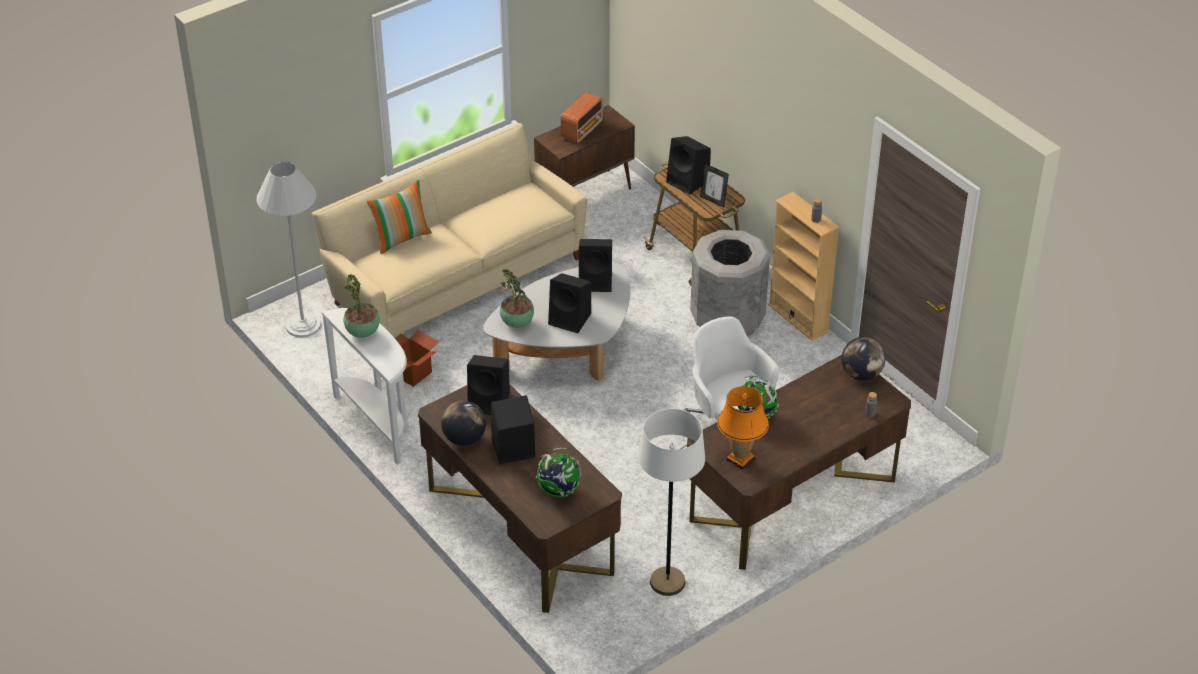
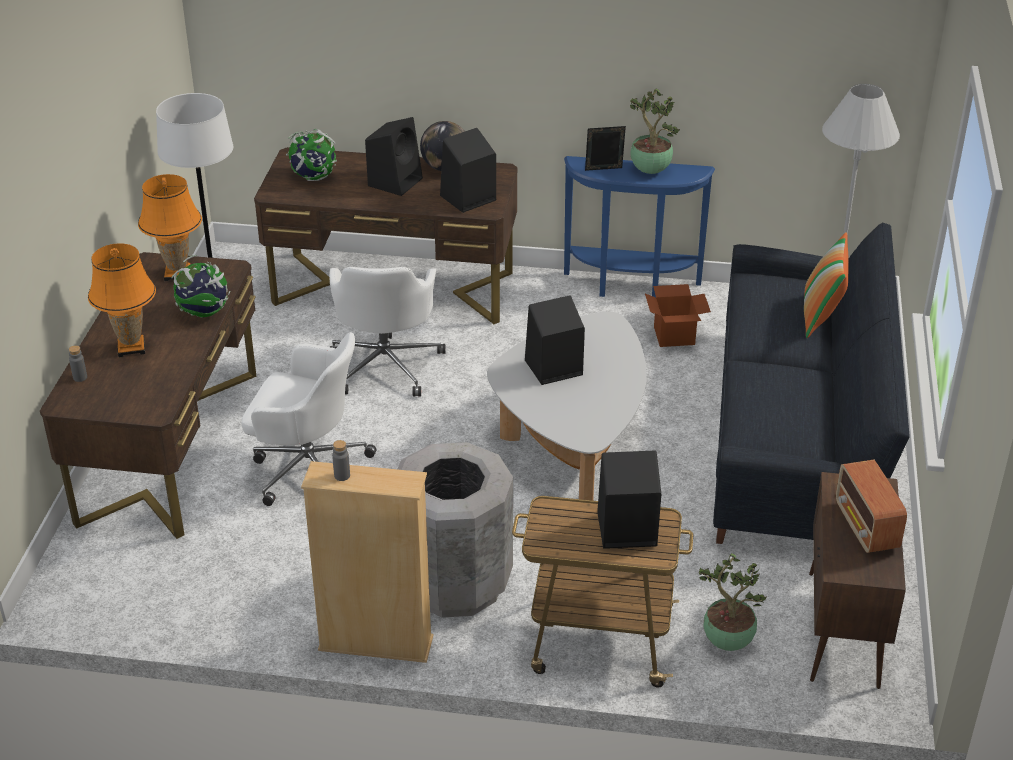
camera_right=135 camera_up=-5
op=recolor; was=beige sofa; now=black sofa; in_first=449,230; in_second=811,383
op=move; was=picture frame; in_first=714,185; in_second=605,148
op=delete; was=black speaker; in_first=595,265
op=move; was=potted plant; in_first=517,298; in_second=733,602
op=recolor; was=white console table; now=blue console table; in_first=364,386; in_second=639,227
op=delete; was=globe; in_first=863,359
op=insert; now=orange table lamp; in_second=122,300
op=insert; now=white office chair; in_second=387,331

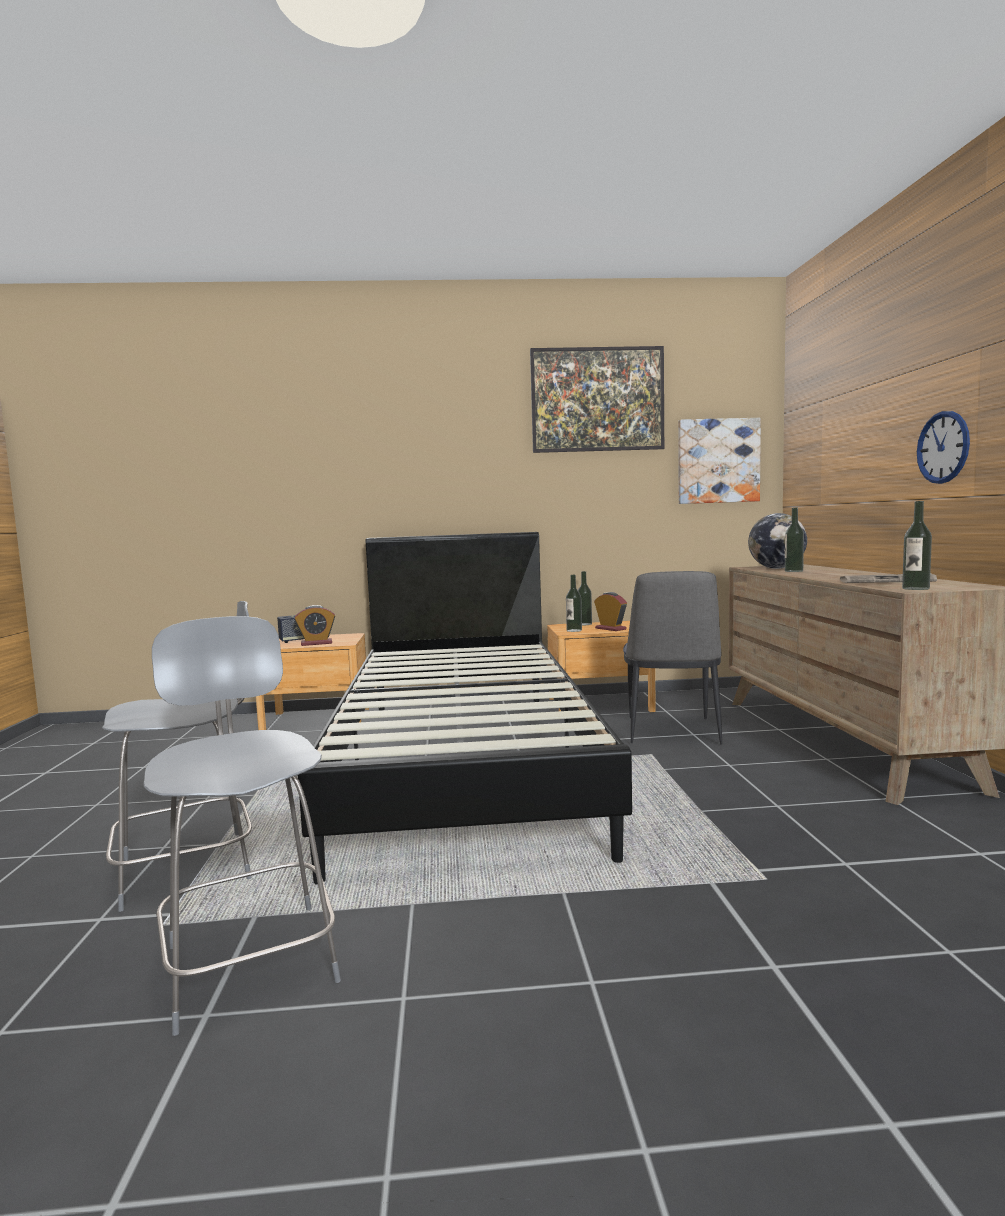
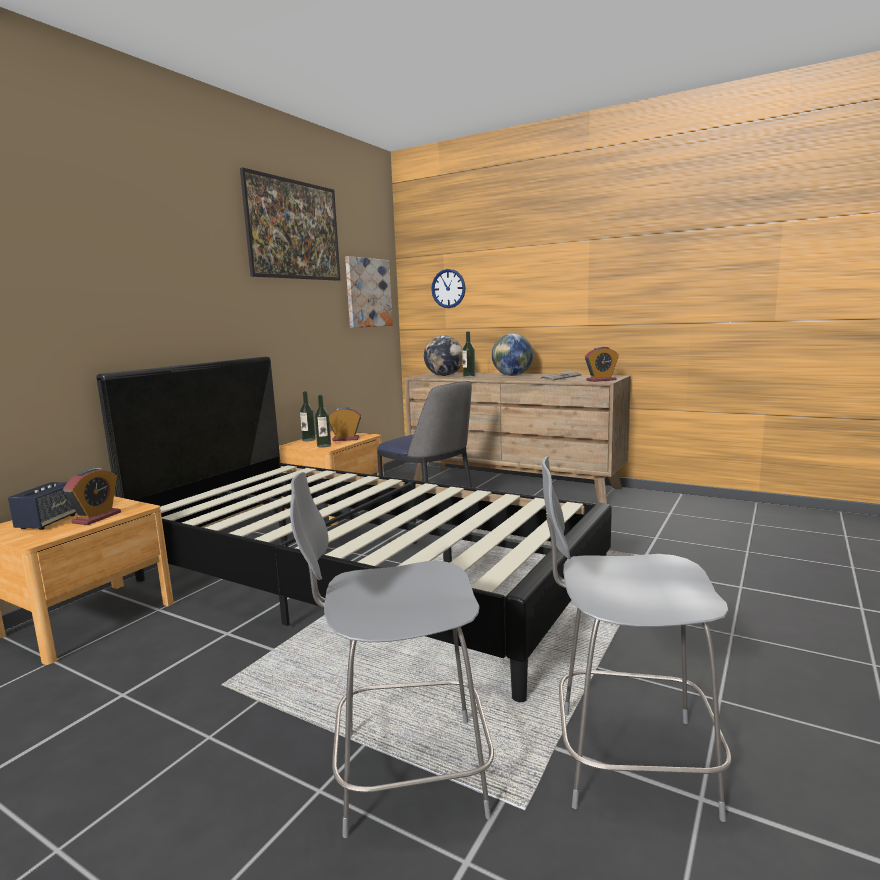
camera_right=-55 camera_up=5
op=move; was=wall clock; in_first=943,447; in_second=448,288
op=replace; was=bottle; now=alarm clock; in_first=917,545; in_second=602,364
op=rotate; was=grey chair; in_first=177,756; in_second=392,655; clockwise=-105
op=insert; now=globe; in_second=512,355

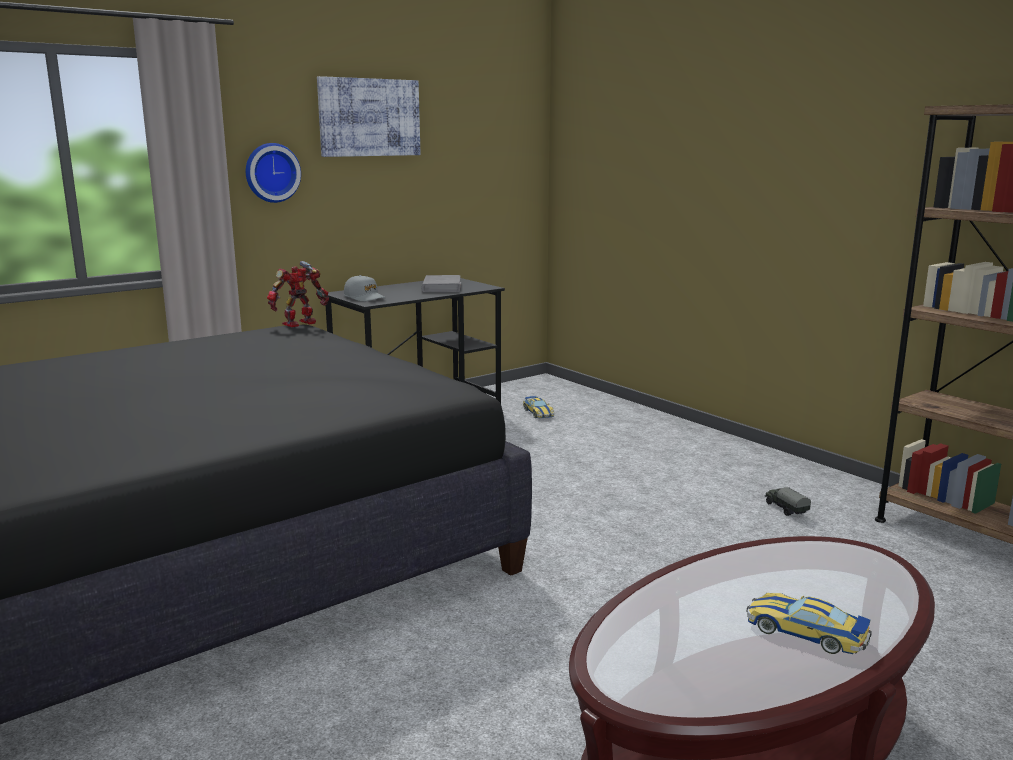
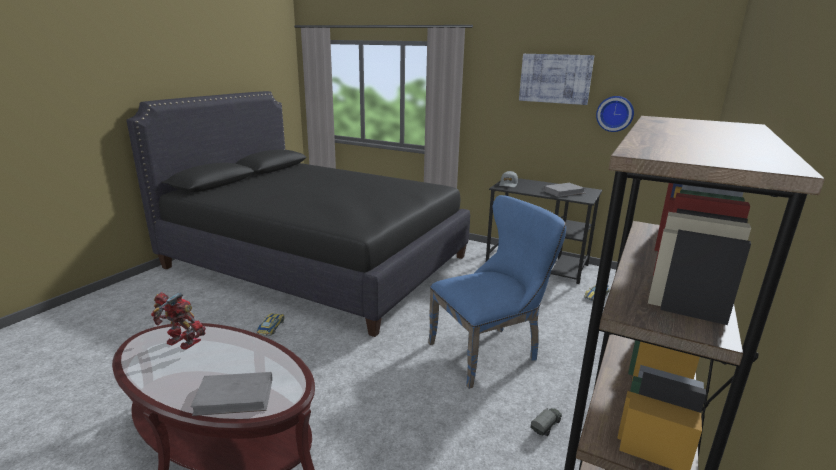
camera_right=65 camera_up=5
op=move; was=wall clock; in_first=273,173; in_second=615,114
op=move; was=toy robot; in_first=298,294; in_second=178,321
op=move; was=toy car; in_first=809,623; in_second=270,324
op=insert; now=blue chair; in_second=497,292
op=insert; now=grey book; in_second=231,394

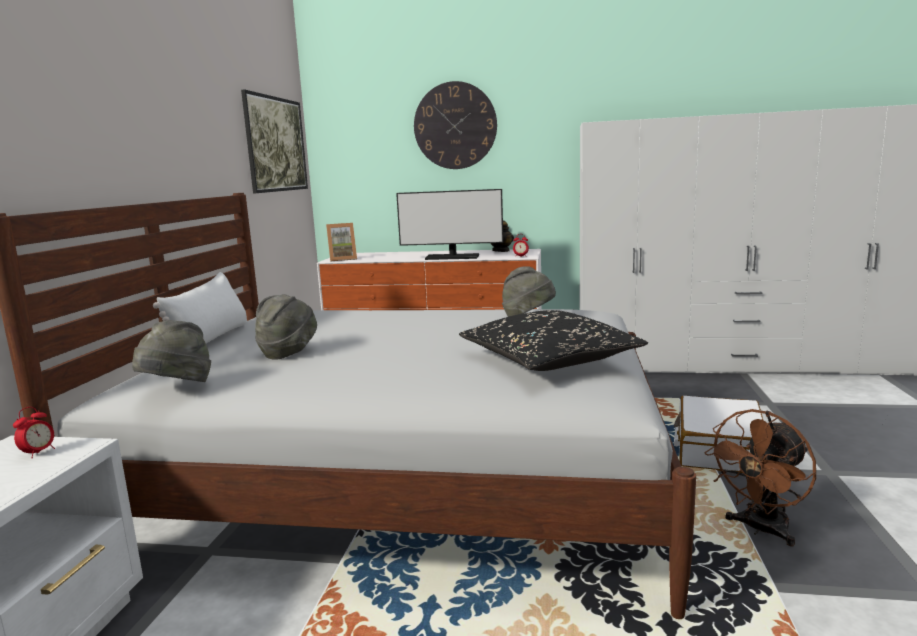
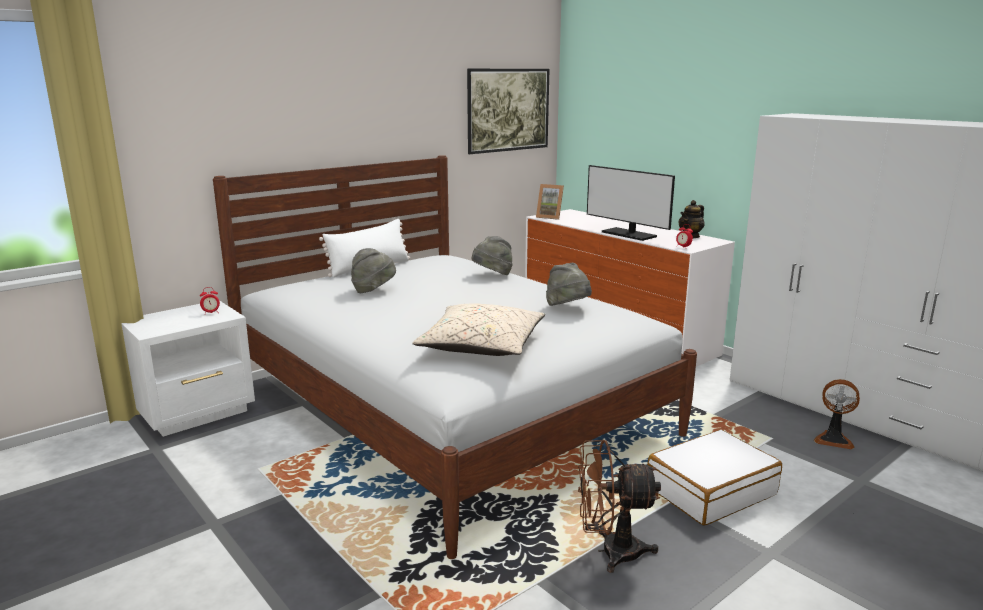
camera_right=40 camera_up=5
op=delete; was=wall clock; in_first=455,125
op=recolor; was=black pillow; now=beige pillow; in_first=553,340; in_second=479,330
op=move; was=grey hat; in_first=171,351; in_second=492,255
op=insert; now=fan; in_second=837,414

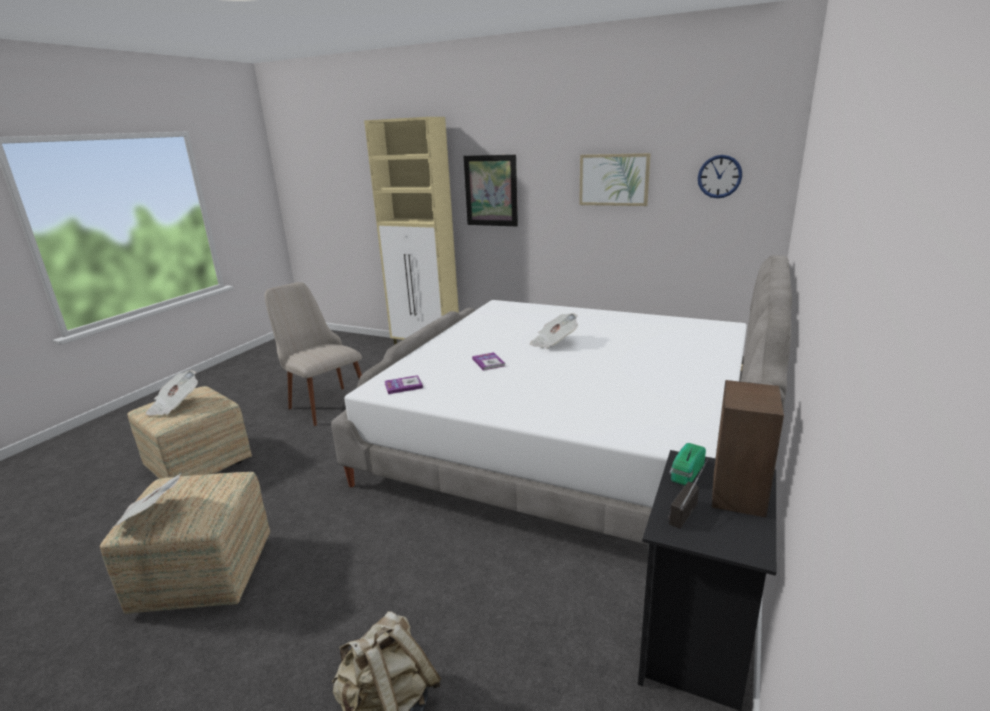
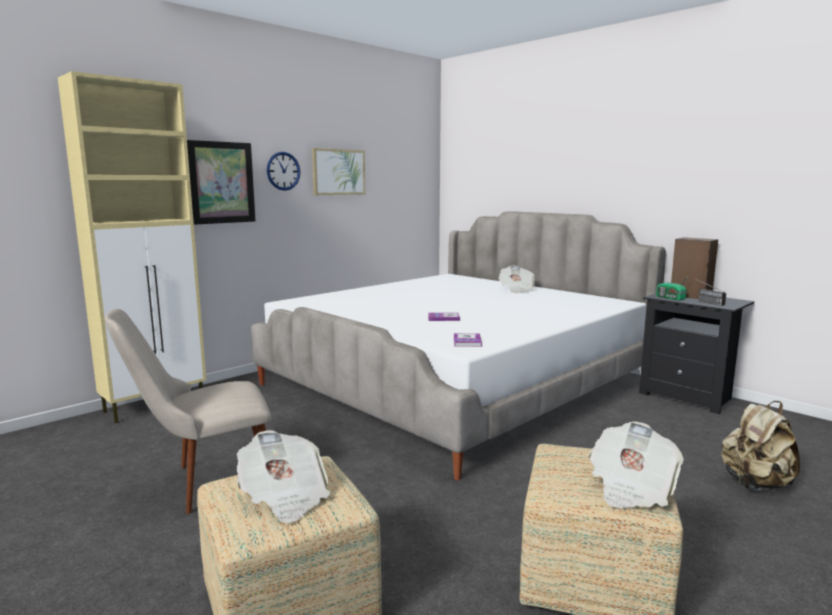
camera_right=-70 camera_up=-10
op=move; was=wall clock; in_first=720,176; in_second=283,171
op=move; was=newspaper; in_first=554,331; in_second=516,279

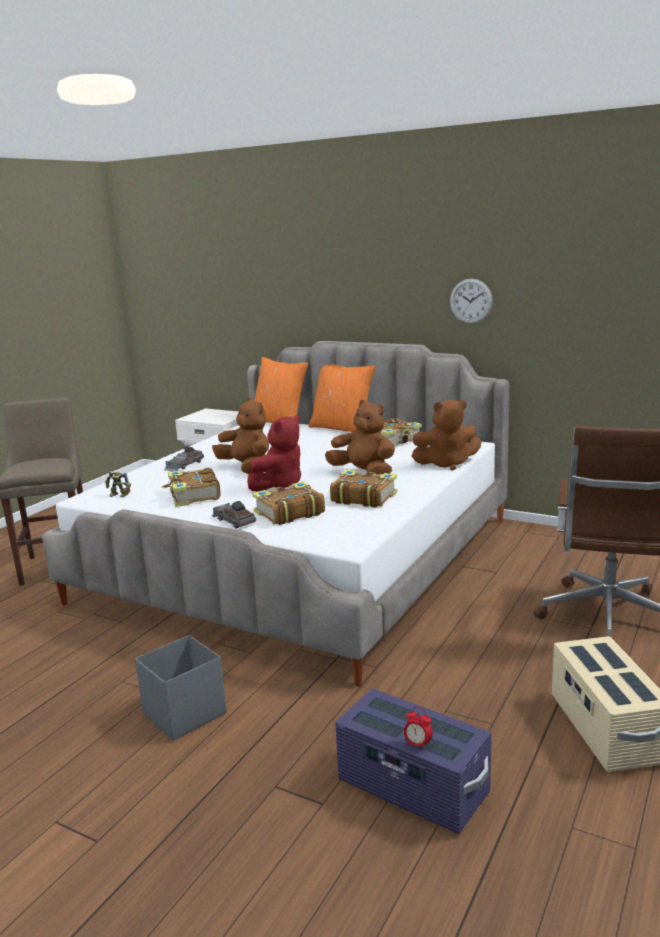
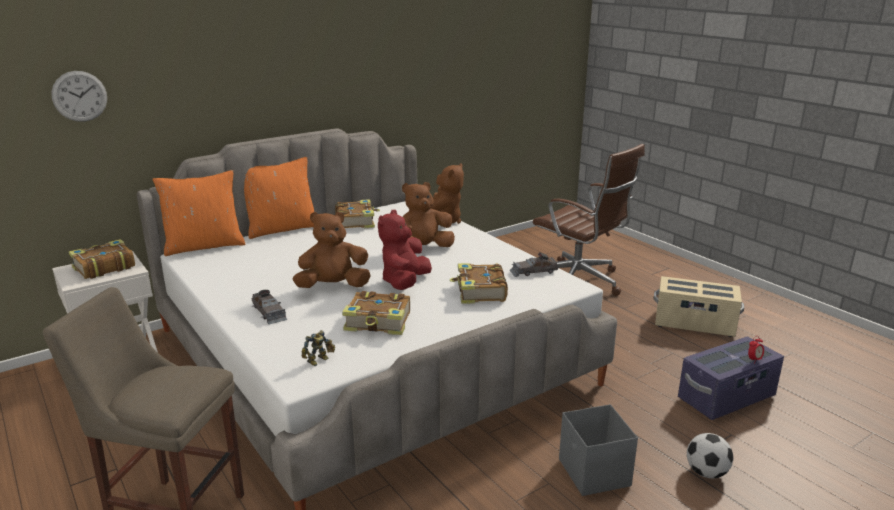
camera_right=-65 camera_up=5
op=move; was=wall clock; in_first=471,301; in_second=79,96
op=rotate; was=red plush toy; in_first=274,453; in_second=405,250; clockwise=-135
op=move; was=book; in_first=363,489; in_second=102,259
op=move; was=grey toy car; in_first=234,514; in_second=534,264
op=insert; now=football; in_second=710,455

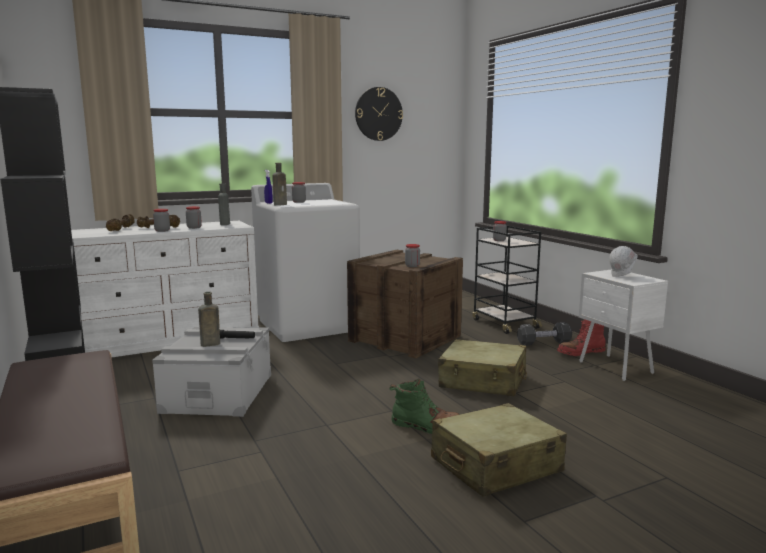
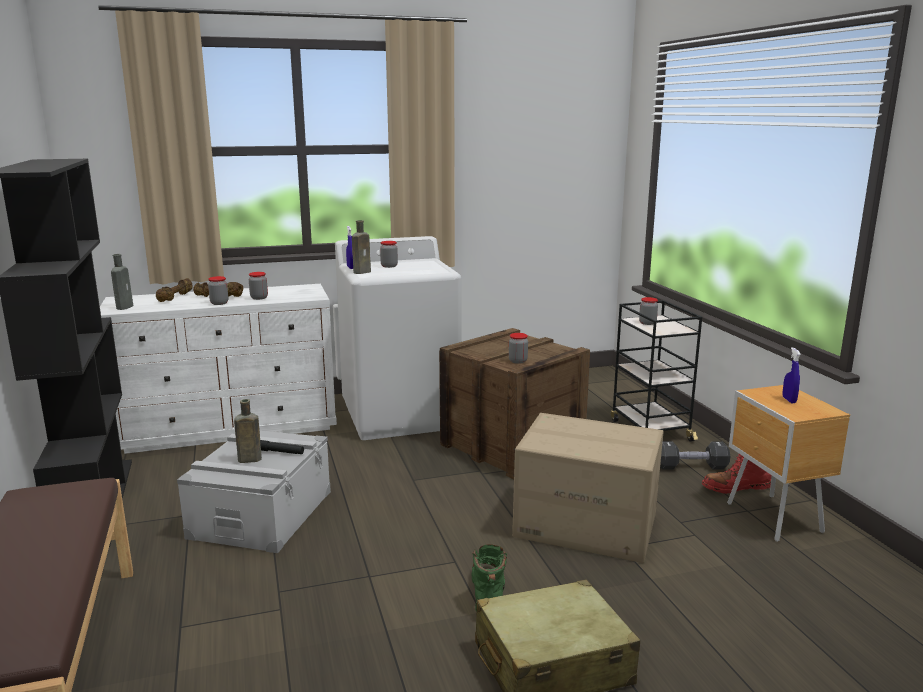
camera_right=10 camera_up=5
op=delete; was=wall clock; in_first=379,114
op=move; was=grey bottle; in_first=224,204; in_second=122,282
op=replace; was=white hard hat; now=blue spray bottle; in_first=623,261; in_second=792,375
op=recolor; was=white nightstand; now=brown nightstand; in_first=623,325; in_second=788,463
op=replace; was=beige suitcase; now=cardboard box; in_first=482,367; in_second=588,488
op=rotate; was=green boot; in_first=424,406; in_second=489,578; clockwise=-120

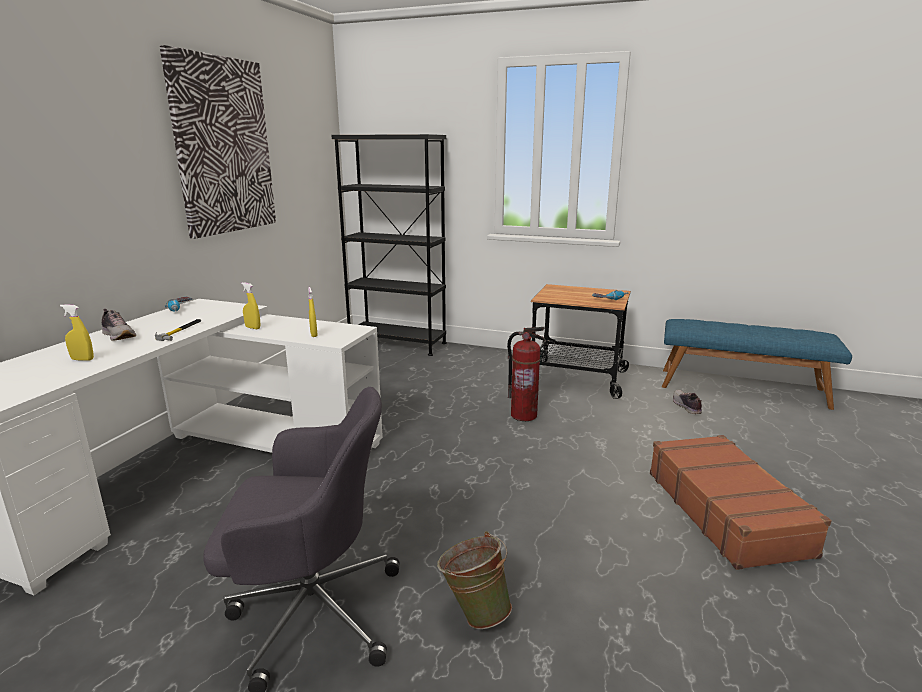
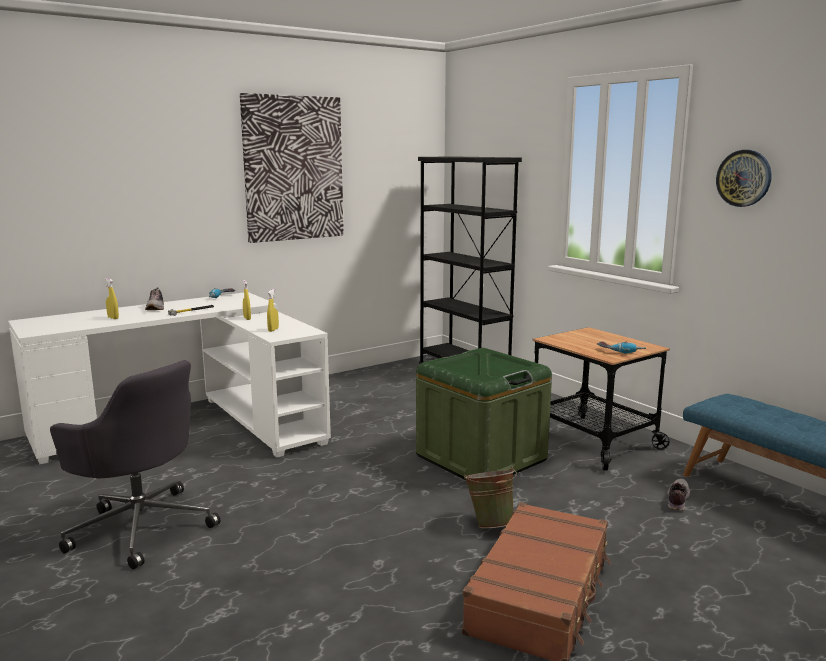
camera_right=35 camera_up=-5
op=replace; was=fire extinguisher; now=green storage box; in_first=526,374; in_second=484,414
op=move; was=green bucket; in_first=474,580; in_second=490,497
op=insert; now=wall clock; in_second=744,178

